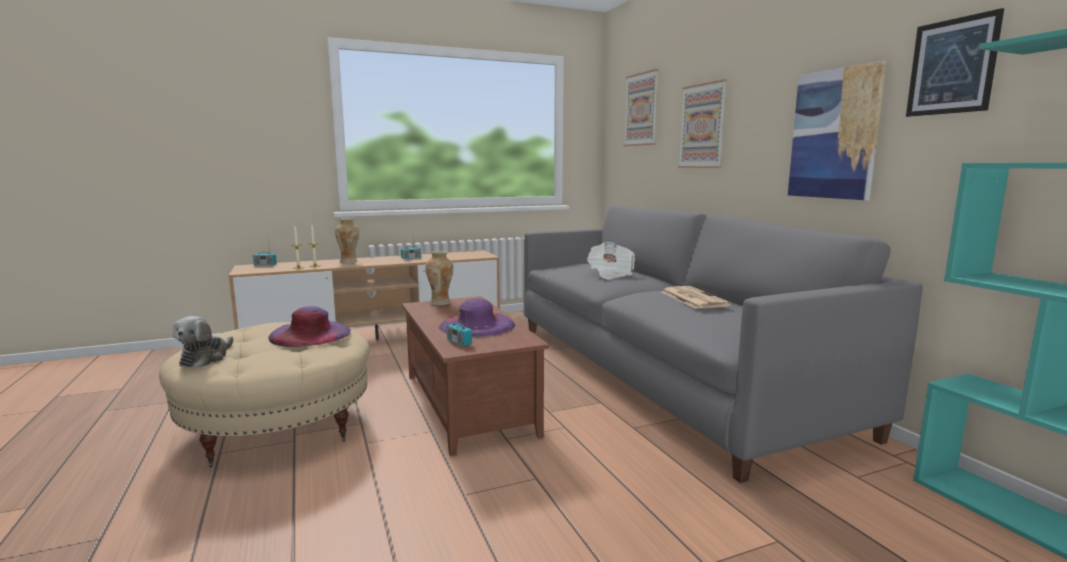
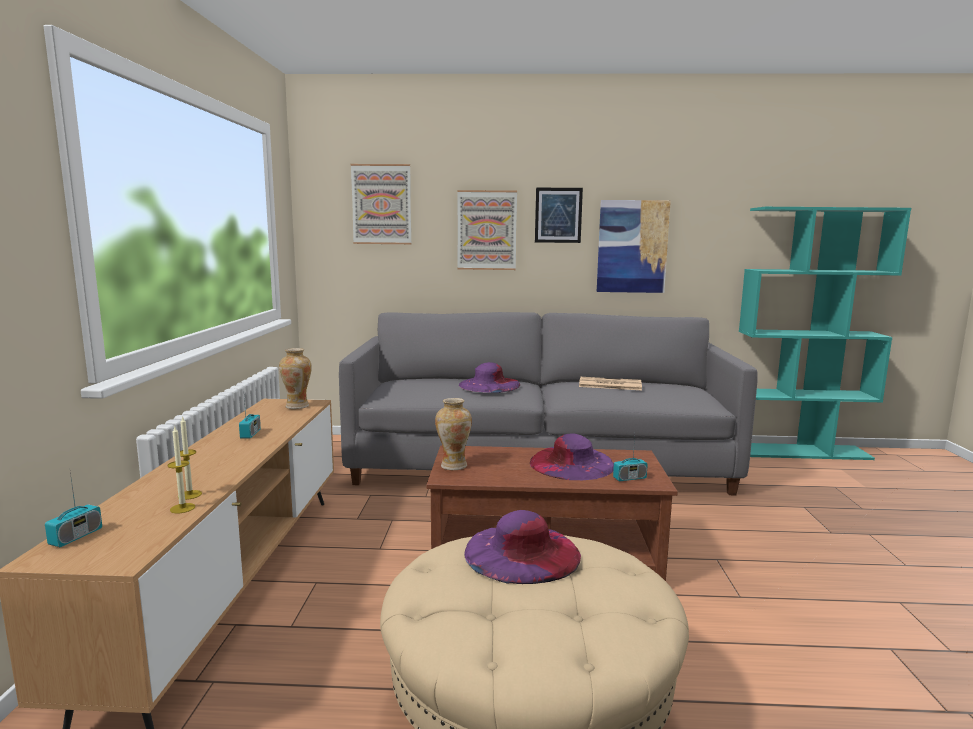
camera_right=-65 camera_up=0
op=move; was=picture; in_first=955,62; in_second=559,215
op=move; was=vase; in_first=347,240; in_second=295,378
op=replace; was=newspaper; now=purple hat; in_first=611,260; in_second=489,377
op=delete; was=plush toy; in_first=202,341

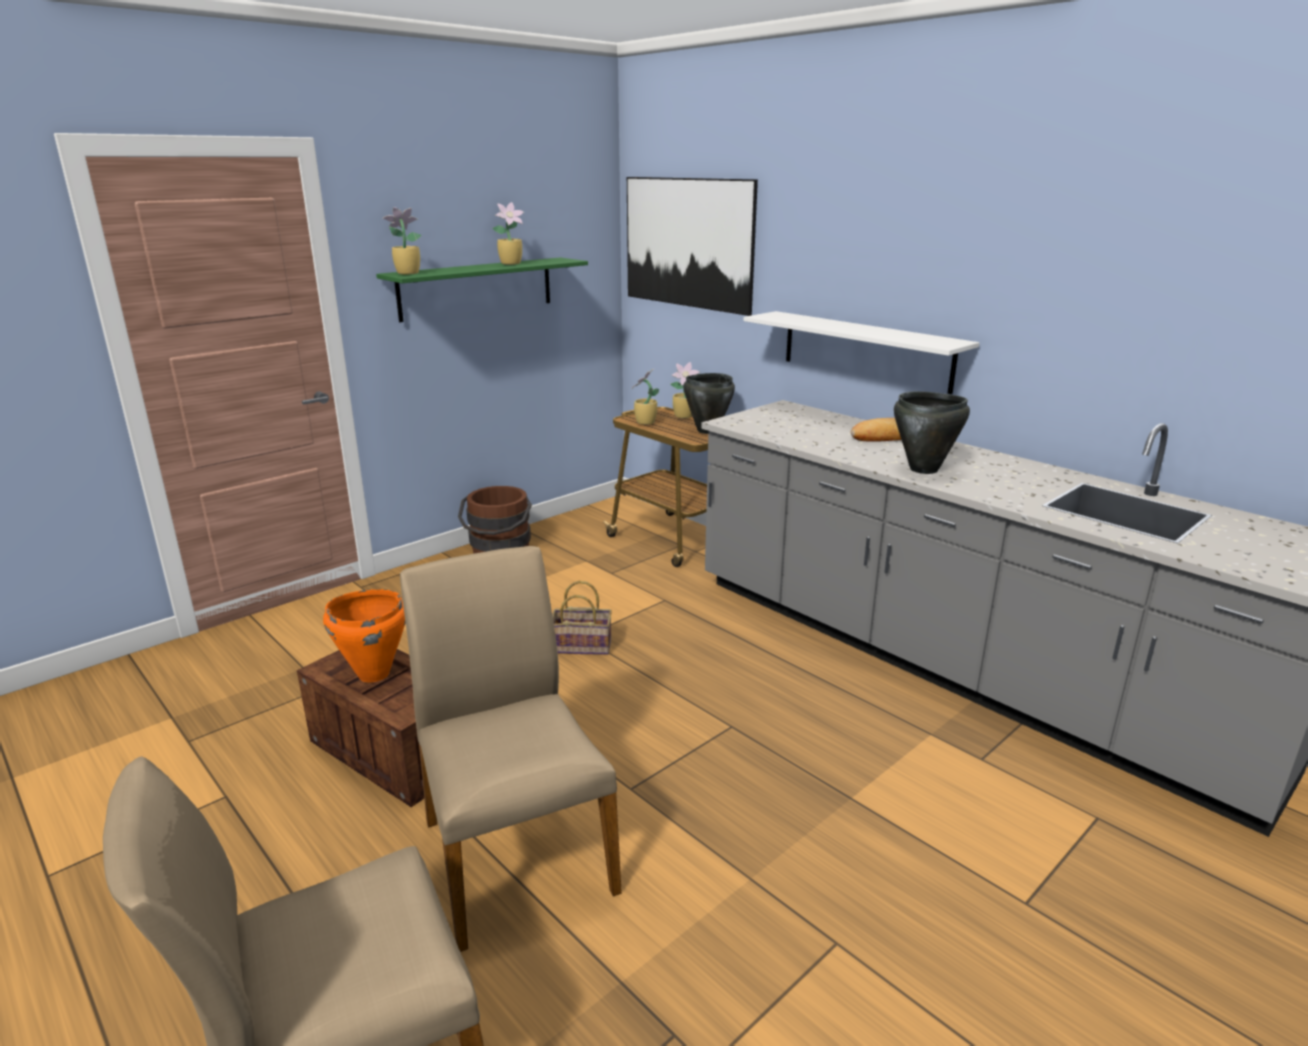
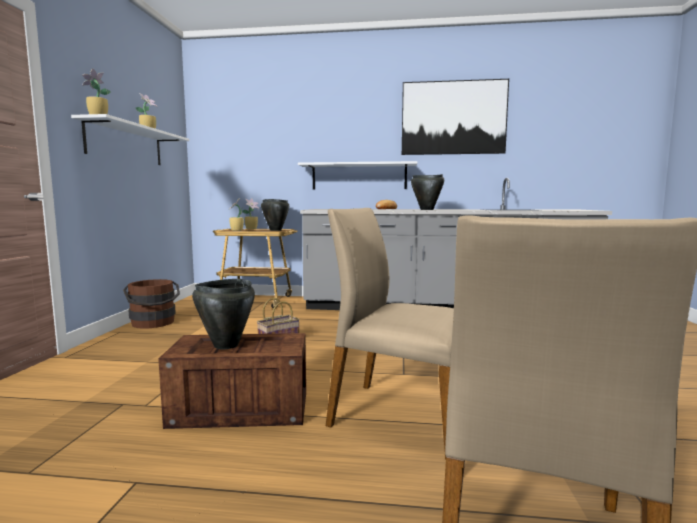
camera_right=-40 camera_up=-15
op=move; was=picture; in_first=692,246; in_second=455,117
op=recolor; was=green shelf; now=white shelf; in_first=482,290; in_second=130,139
op=recolor; was=orange cooking pot; now=black cooking pot; in_first=364,635; in_second=223,314

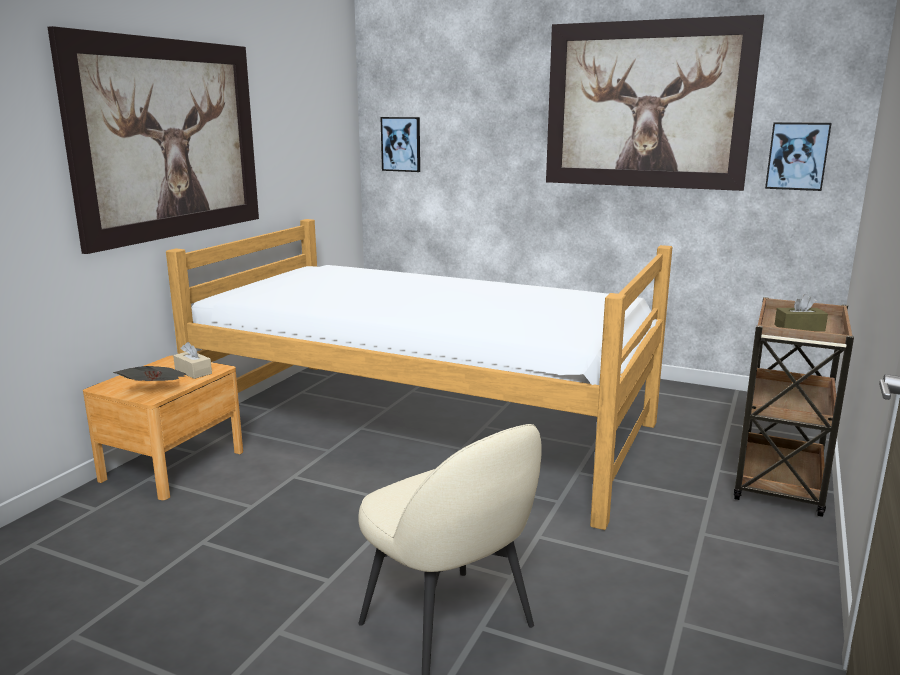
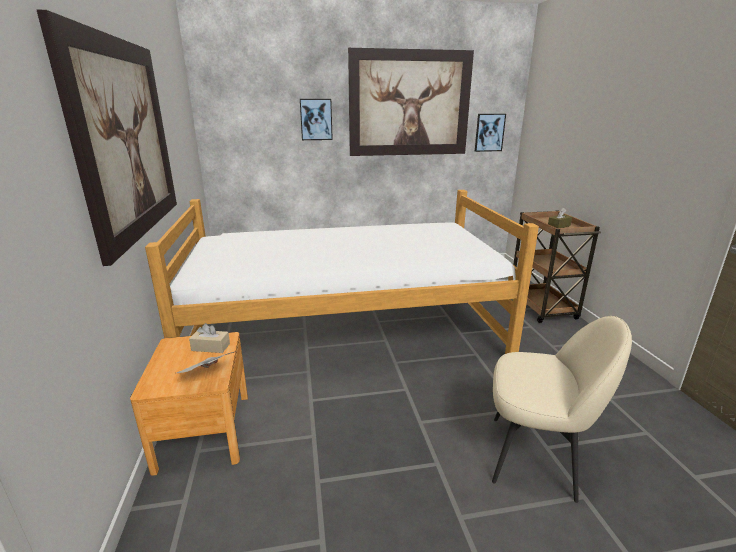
camera_right=-35 camera_up=5
op=move; was=picture; in_first=400,144; in_second=316,119

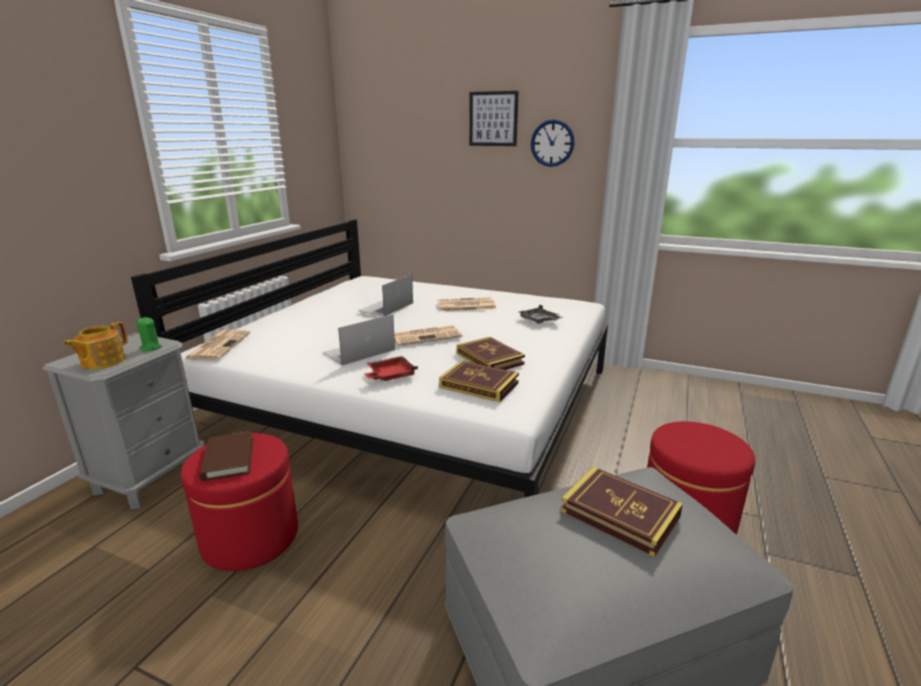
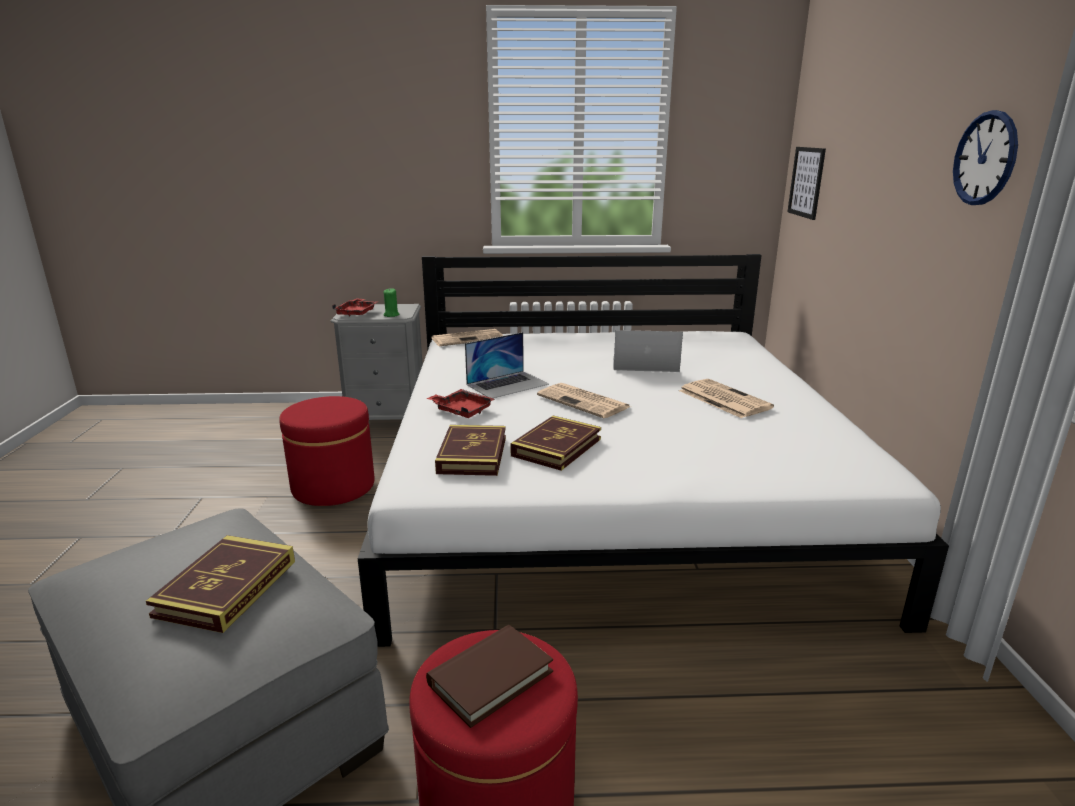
camera_right=65 camera_up=0
op=move; was=picture; in_first=494,118; in_second=806,183
op=delete; was=grey tray; in_first=541,314
op=rotate; was=laptop; in_first=358,340; in_second=507,365; clockwise=120
op=replace; was=teapot; now=red tray; in_first=96,345; in_second=354,307
op=move; was=brown book; in_first=226,456; in_second=489,676

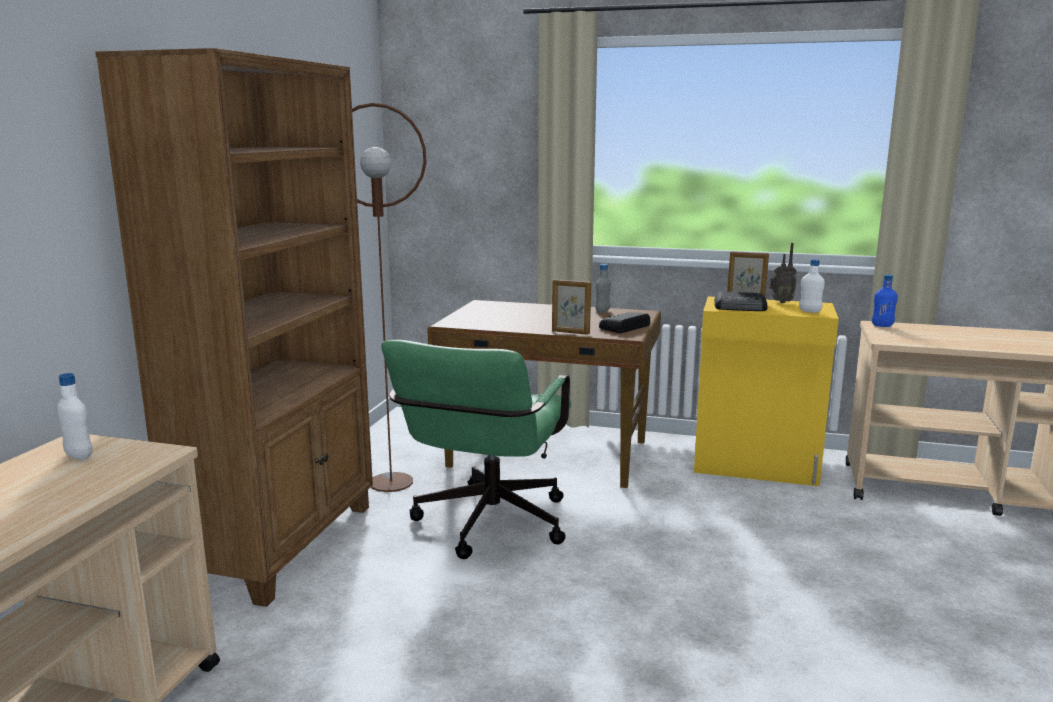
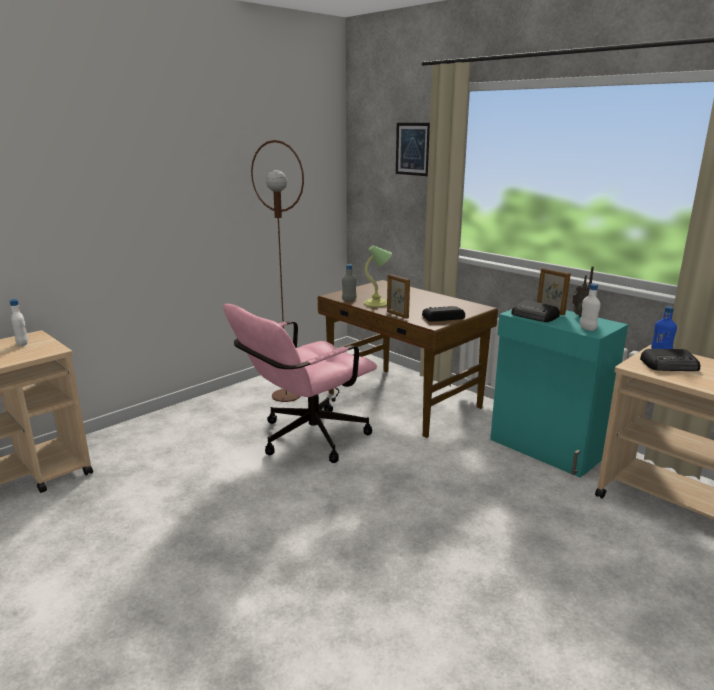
camera_right=30 camera_up=5
op=delete; was=brown bookcase; in_first=234,327
op=move; was=grey bottle; in_first=603,288; in_second=349,282
op=recolor; was=yellow cabinet; now=turquoise cabinet; in_first=766,391; in_second=559,393
op=recolor; was=green office chair; now=pink office chair; in_first=476,449; in_second=300,383
op=insert; now=picture; in_second=413,149
op=insert; now=table lamp; in_second=378,276
op=insert; now=radio; in_second=670,360

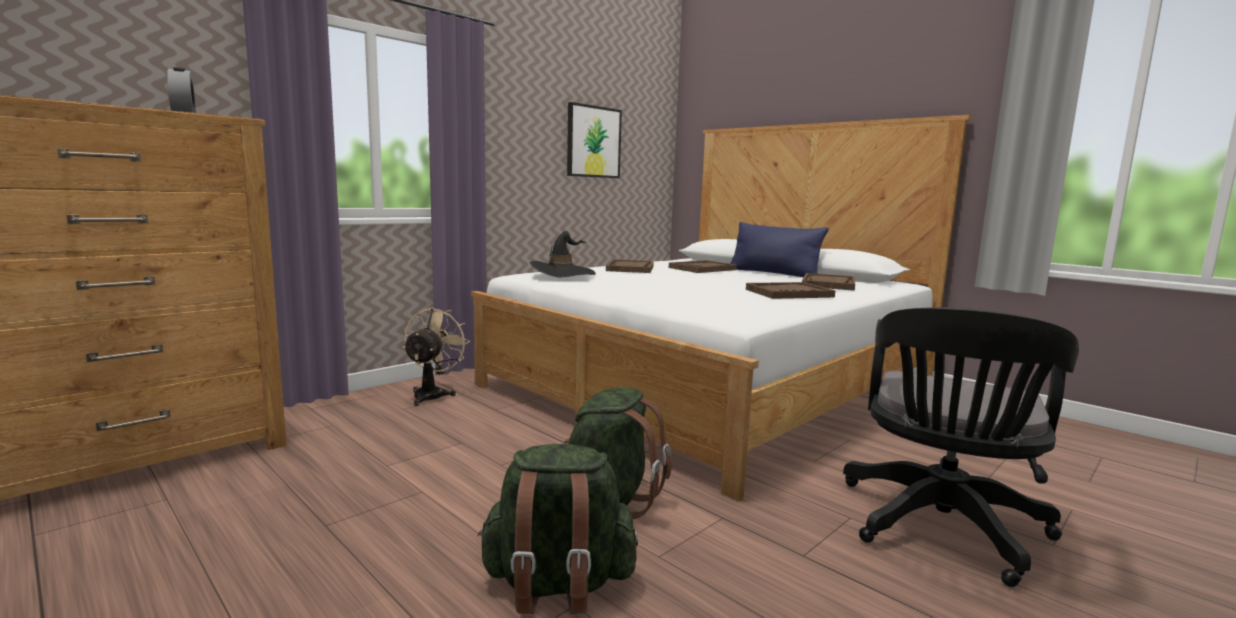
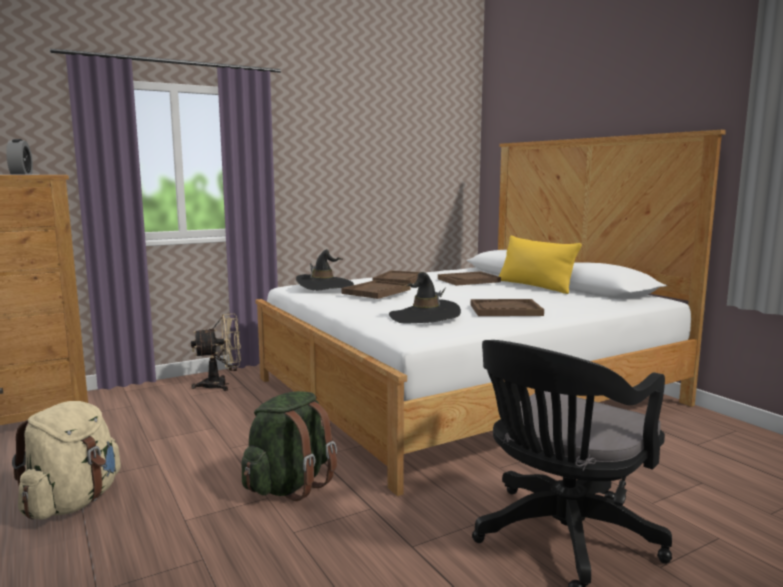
camera_right=15 camera_up=0
op=delete; was=picture; in_first=594,140
op=recolor; was=blue pillow; now=yellow pillow; in_first=779,249; in_second=540,265
op=move; was=brown tray; in_first=828,282; in_second=376,289
op=rotate; was=beige fan; in_first=436,356; in_second=216,352; clockwise=45
op=delete; was=green backpack; in_first=557,529
op=insert; now=black hat; in_second=425,298
op=insert; now=beige backpack; in_second=66,460

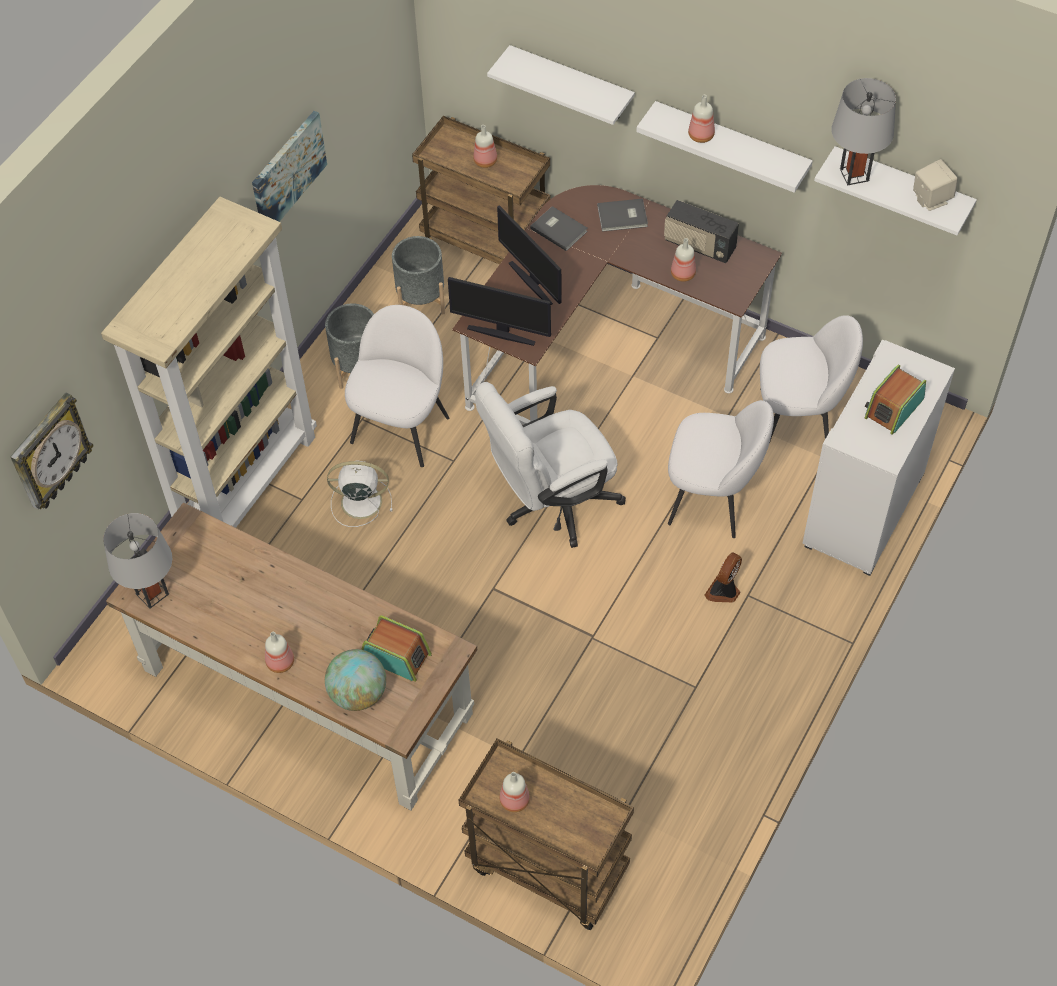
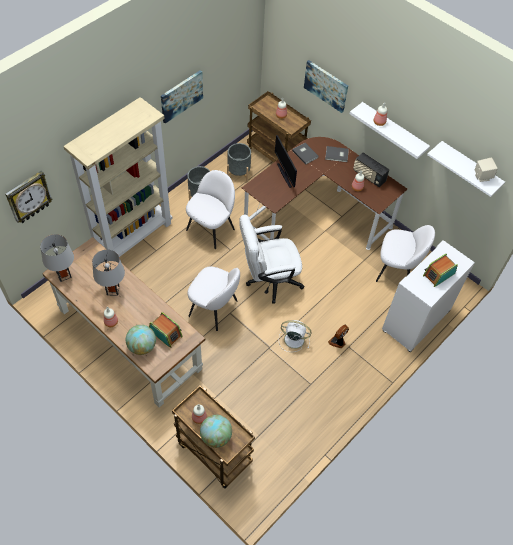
camera_right=10 camera_up=0
op=replace; was=white shelf; now=picture; in_first=561,85; in_second=326,86
op=move; was=grey table lamp; in_first=864,131; in_second=108,273
op=delete; was=monitor; in_first=499,311
op=move; was=white chair; in_first=721,469; in_second=213,299
op=move; was=white fan; in_first=360,493; in_second=295,336
op=insert; now=globe; in_second=216,431

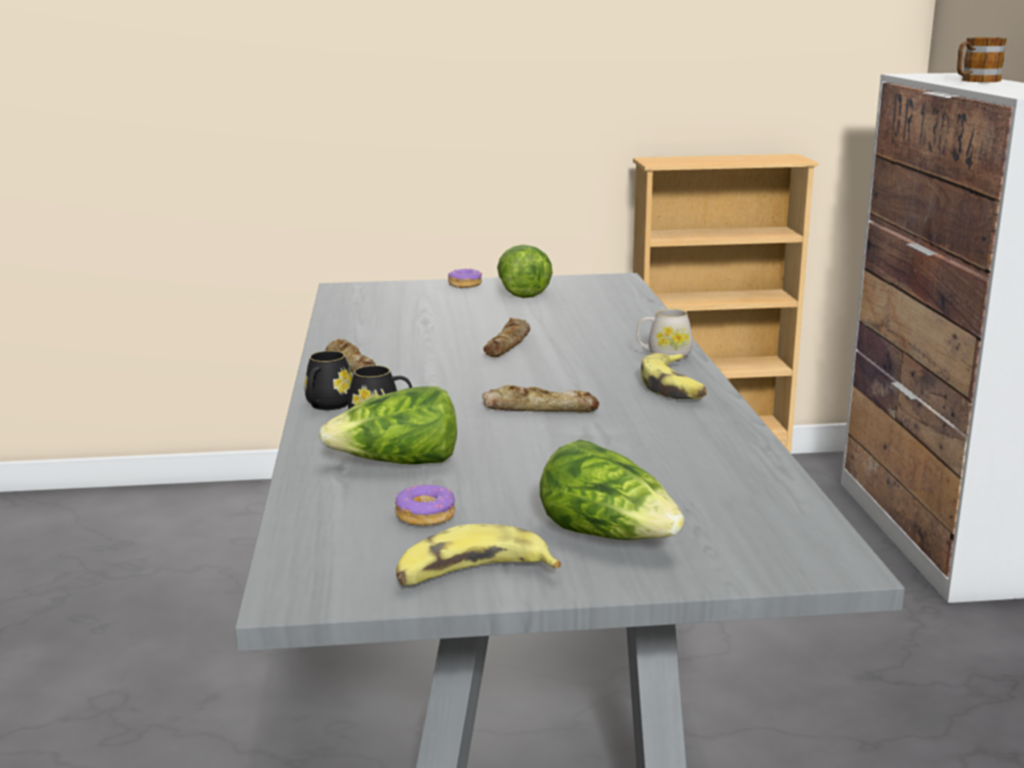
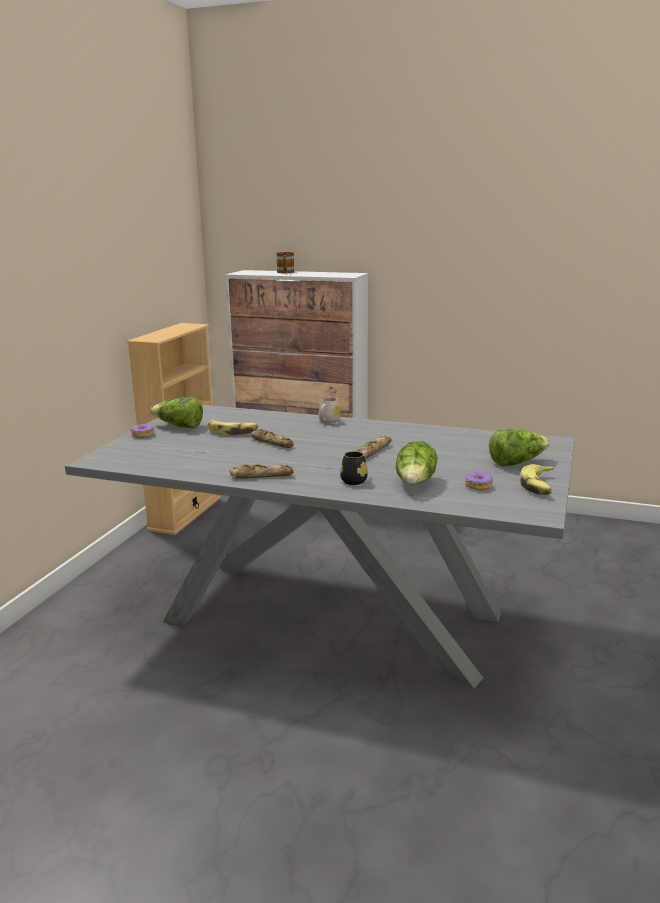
camera_right=-65 camera_up=0
op=delete; was=black mug; in_first=328,380
op=move; was=banana; in_first=674,376; in_second=232,427

